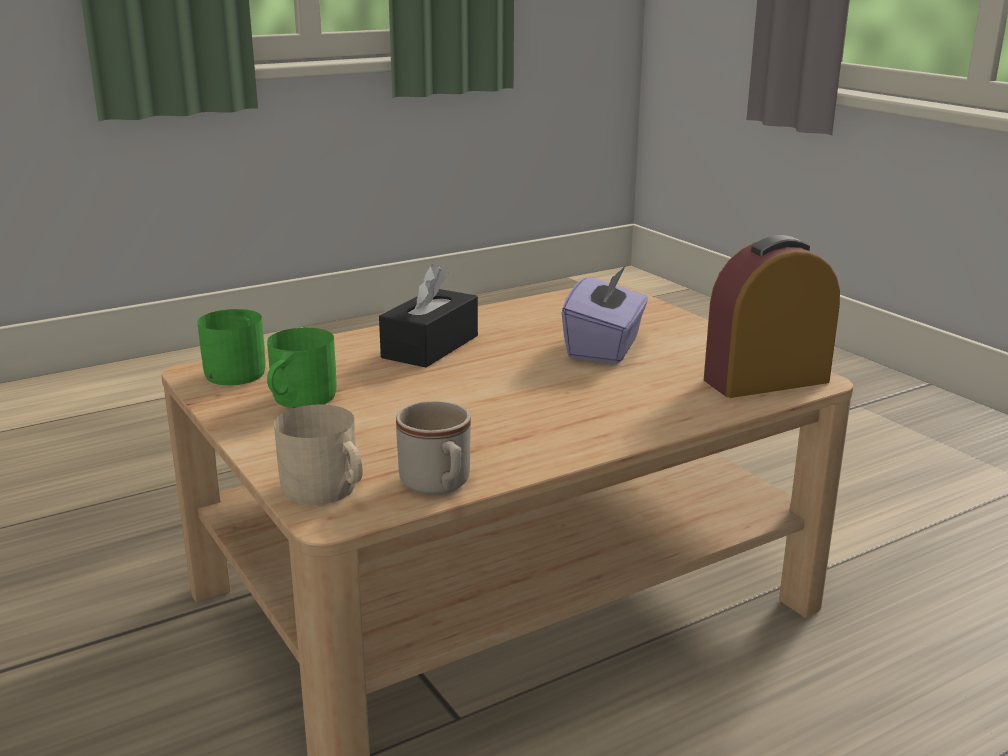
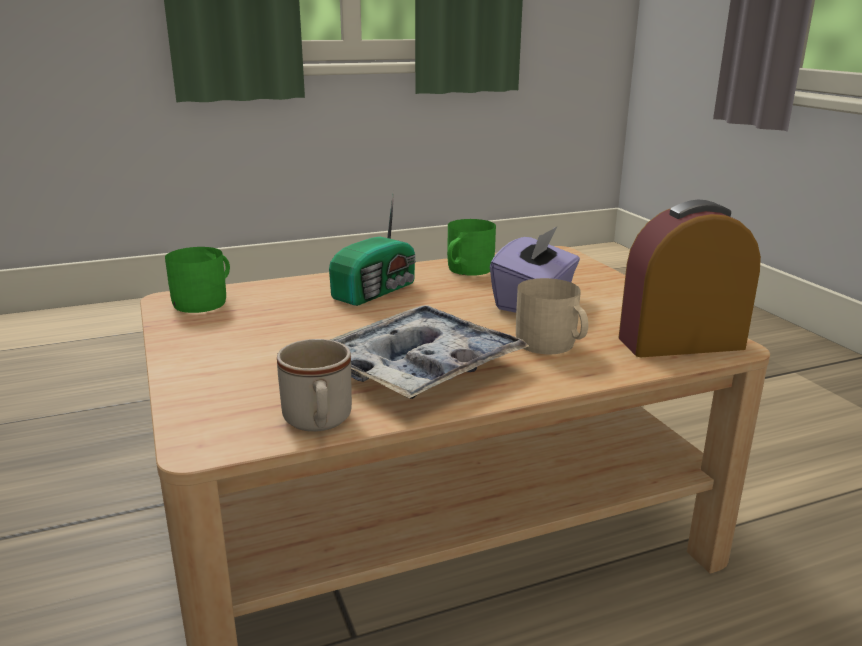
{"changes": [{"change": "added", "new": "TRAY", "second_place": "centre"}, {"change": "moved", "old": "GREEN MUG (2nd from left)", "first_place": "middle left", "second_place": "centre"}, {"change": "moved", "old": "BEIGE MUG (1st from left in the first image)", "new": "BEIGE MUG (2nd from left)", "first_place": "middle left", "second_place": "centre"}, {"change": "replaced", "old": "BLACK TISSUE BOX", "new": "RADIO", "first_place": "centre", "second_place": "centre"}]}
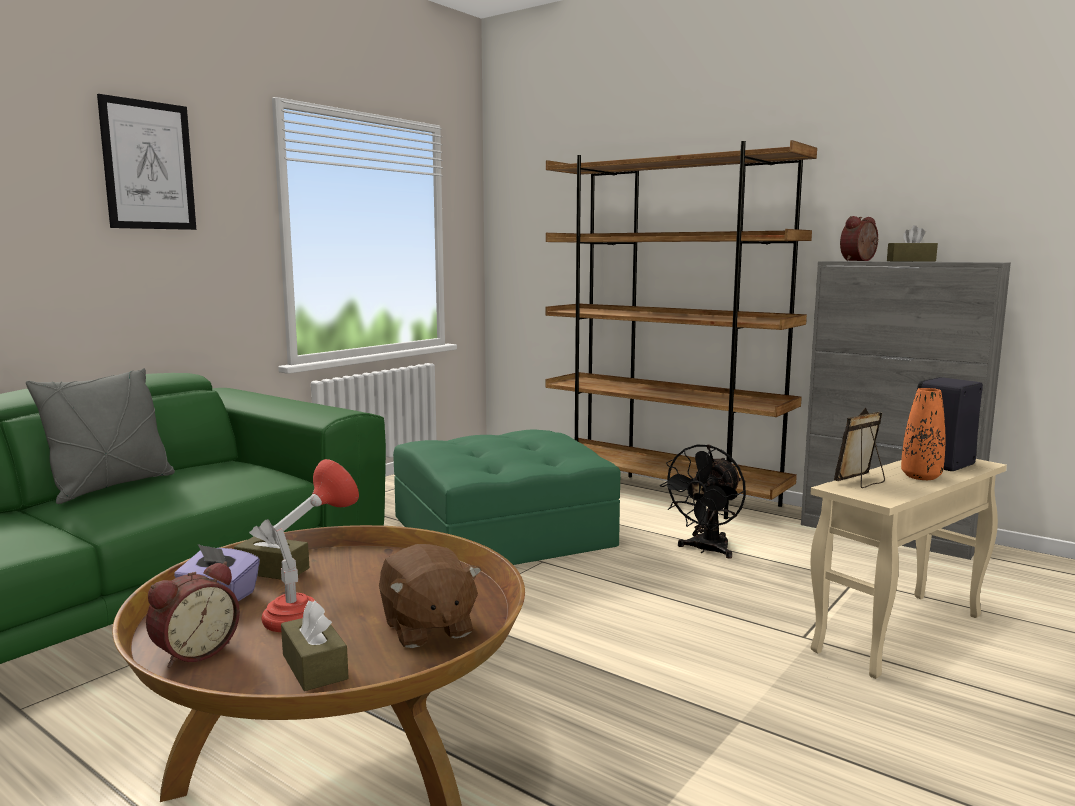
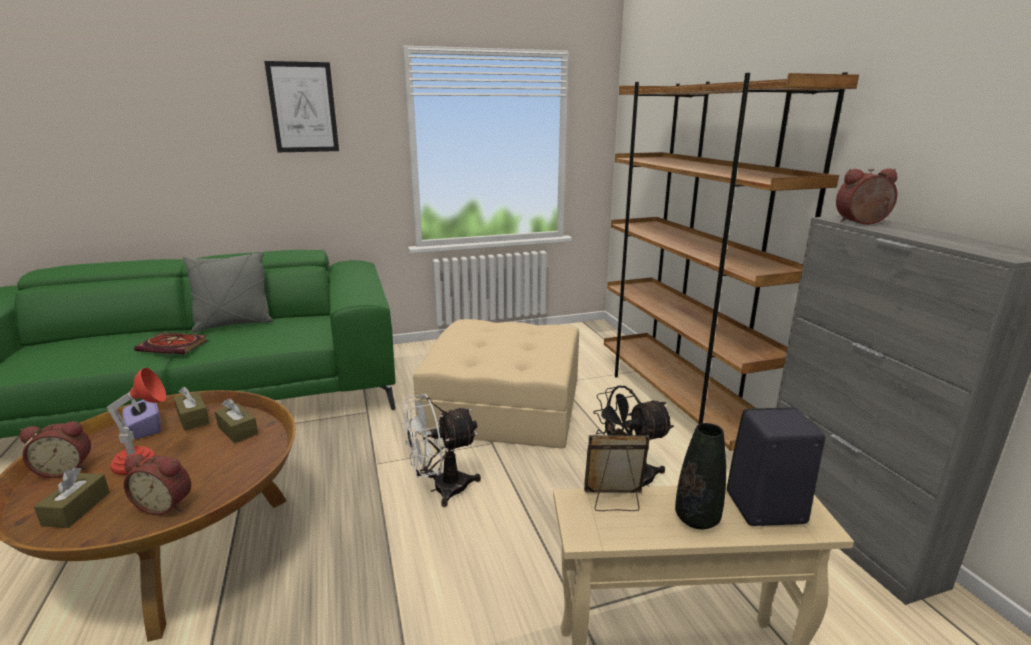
{"changes": [{"change": "added", "new": "BOOK", "second_place": "middle left"}, {"change": "added", "new": "WHITE FAN", "second_place": "bottom centre"}, {"change": "moved", "old": "BROWN TISSUE BOX (3rd from left)", "first_place": "top right", "second_place": "middle left"}, {"change": "replaced", "old": "BROWN PLUSH TOY", "new": "ALARM CLOCK (2nd from left)", "first_place": "bottom centre", "second_place": "bottom left"}, {"change": "recoloured", "old": "GREEN OTTOMAN", "new": "BEIGE OTTOMAN", "first_place": "centre", "second_place": "centre"}, {"change": "recoloured", "old": "ORANGE VASE", "new": "BLACK VASE", "first_place": "middle right", "second_place": "bottom right"}]}
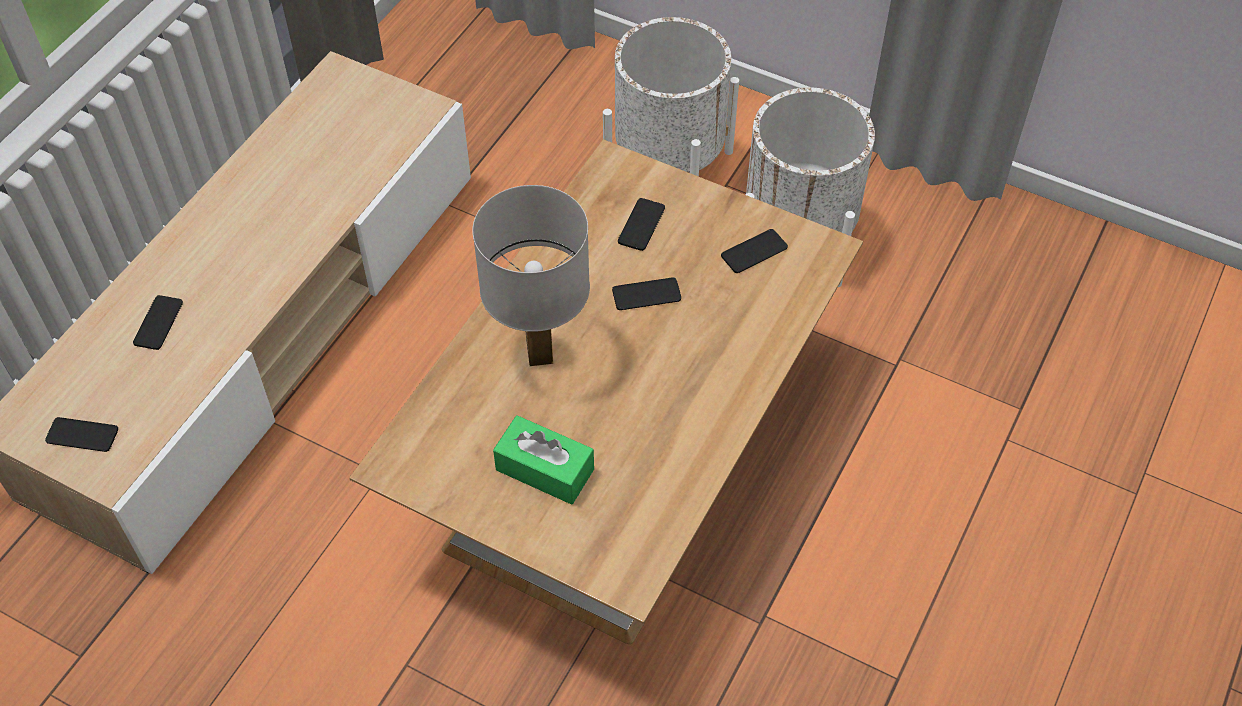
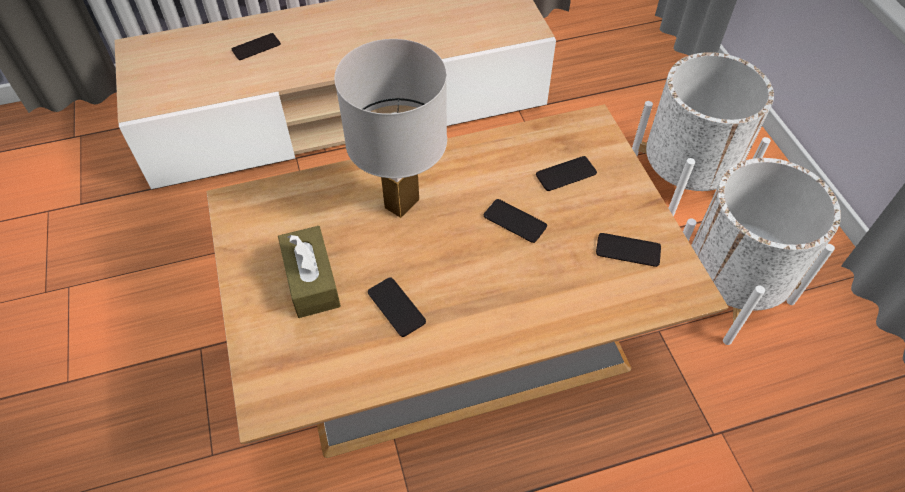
{"changes": [{"change": "moved", "old": "PHONE (1st from left in the first image)", "new": "PHONE (2nd from left)", "first_place": "middle left", "second_place": "centre"}, {"change": "recoloured", "old": "GREEN TISSUE BOX", "new": "BROWN TISSUE BOX", "first_place": "centre", "second_place": "centre"}]}
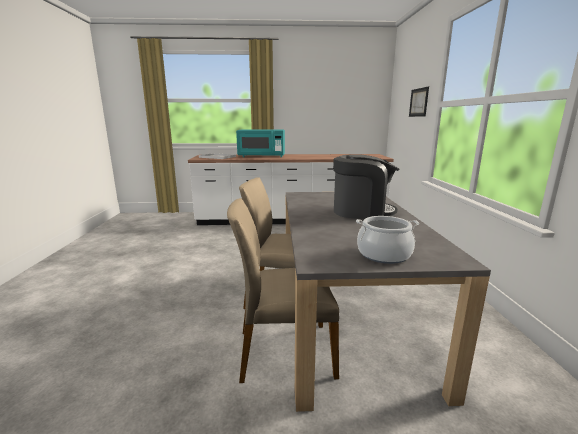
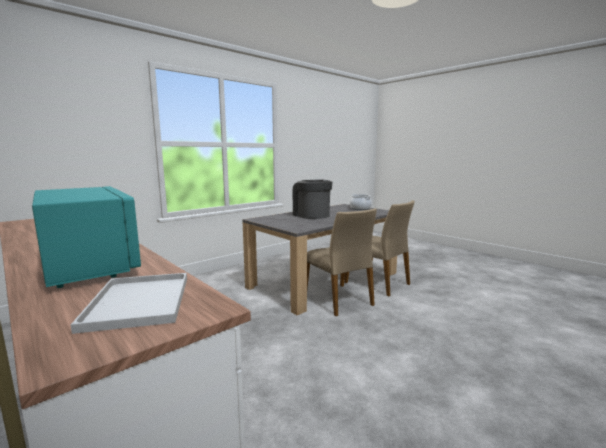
{"changes": [{"change": "removed", "old": "PICTURE", "first_place": "top right"}]}
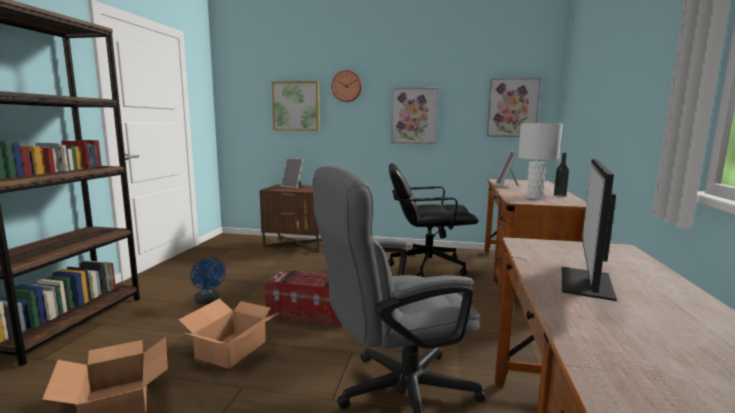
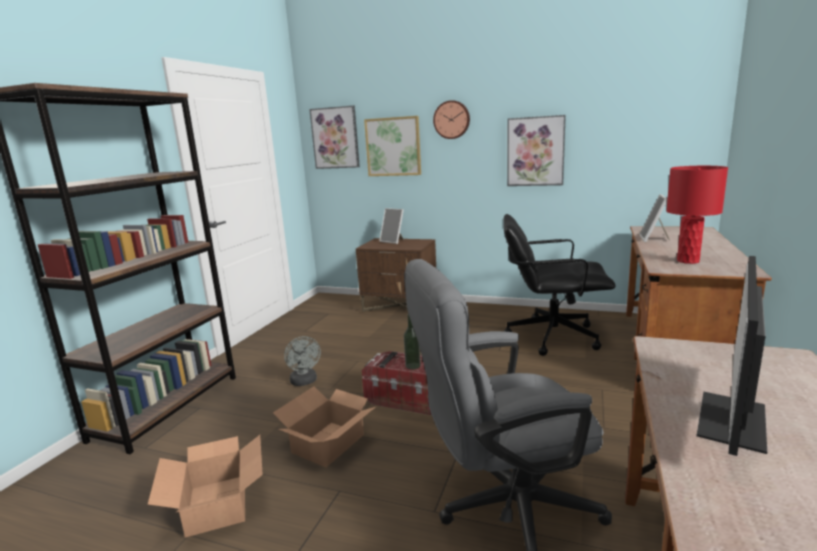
{"changes": [{"change": "moved", "old": "PICTURE (3rd from left in the first image)", "new": "PICTURE (1st from left)", "first_place": "top right", "second_place": "top centre"}, {"change": "moved", "old": "BOTTLE", "first_place": "middle right", "second_place": "centre"}, {"change": "recoloured", "old": "BLUE FAN", "new": "GREY FAN", "first_place": "bottom left", "second_place": "centre"}, {"change": "recoloured", "old": "WHITE TABLE LAMP", "new": "RED TABLE LAMP", "first_place": "middle right", "second_place": "middle right"}]}
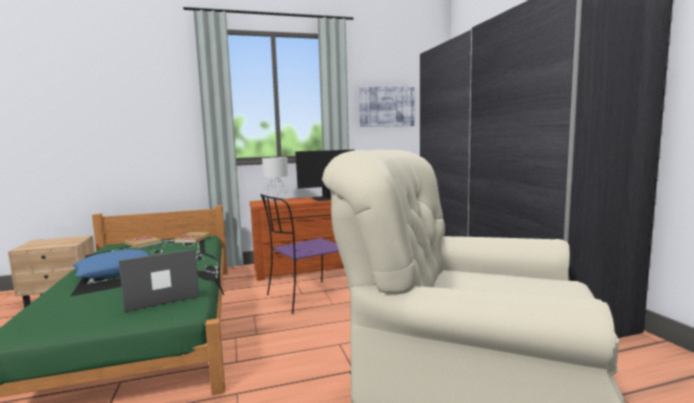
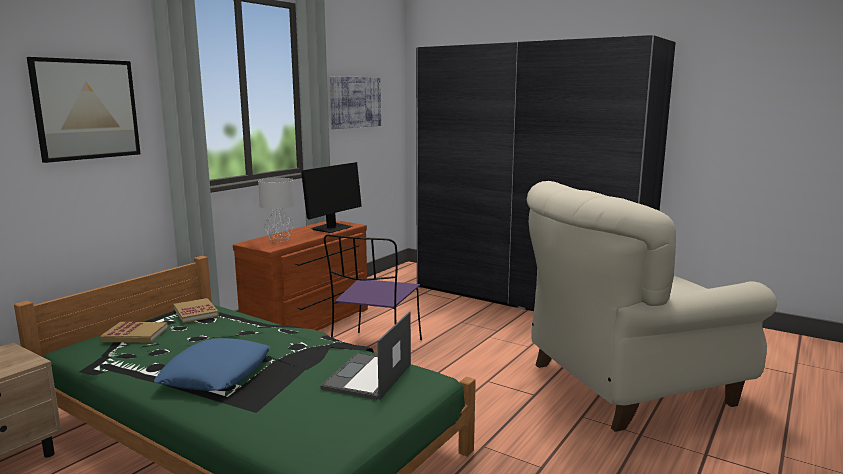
{"changes": [{"change": "added", "new": "PICTURE (1st from left)", "second_place": "top left"}]}
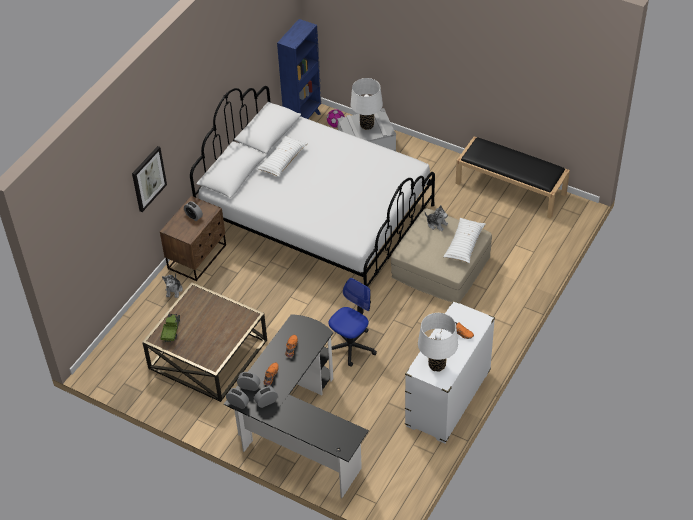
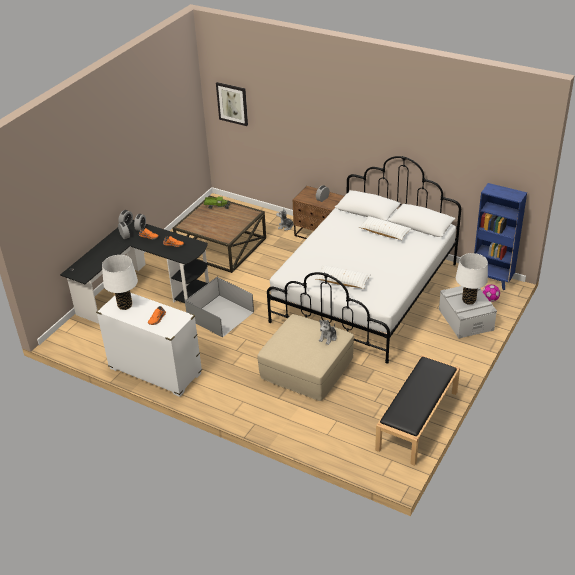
{"changes": [{"change": "moved", "old": "PICTURE", "first_place": "middle left", "second_place": "top centre"}, {"change": "moved", "old": "WHITE PILLOW (2nd from left in the first image)", "new": "WHITE PILLOW (1st from left)", "first_place": "middle right", "second_place": "centre"}, {"change": "replaced", "old": "OFFICE CHAIR", "new": "GREY STORAGE BOX (1st from left)", "first_place": "centre", "second_place": "centre"}]}
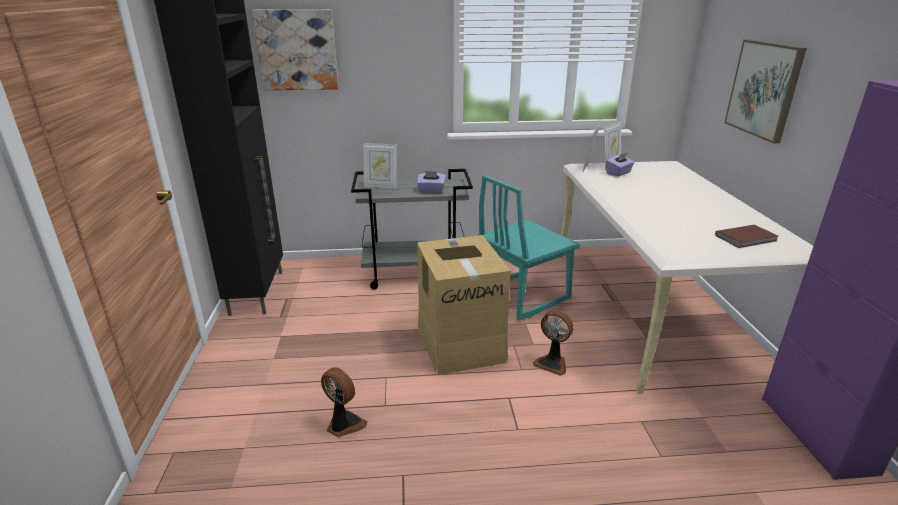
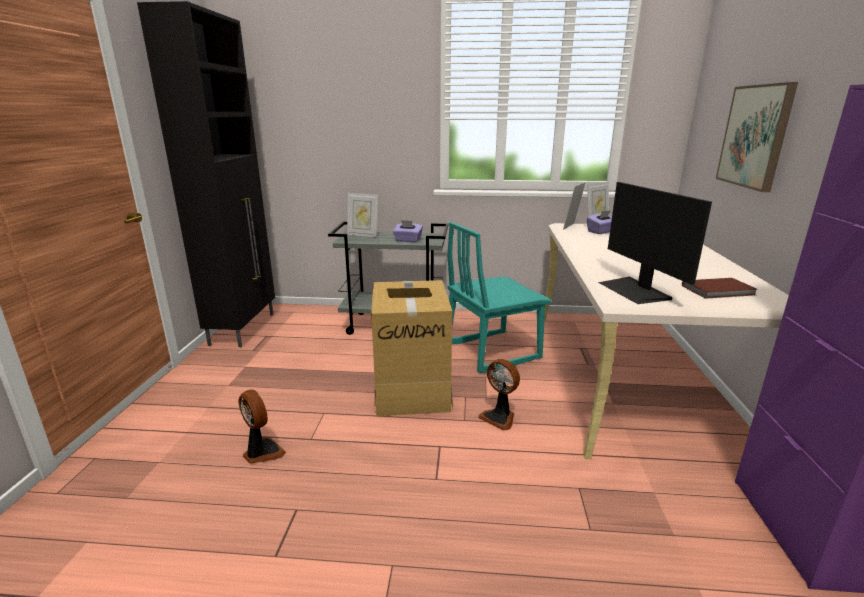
{"changes": [{"change": "removed", "old": "PICTURE (1st from left)", "first_place": "top left"}, {"change": "added", "new": "MONITOR", "second_place": "middle right"}]}
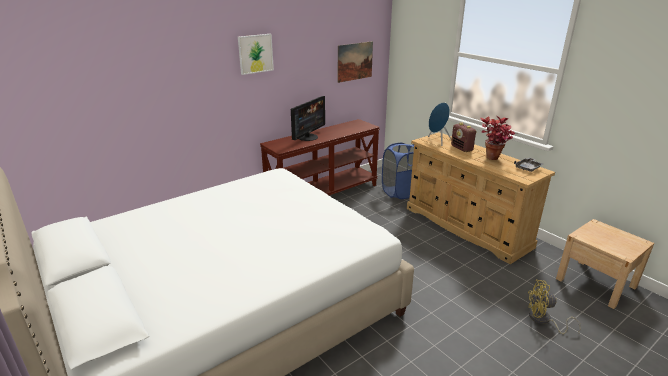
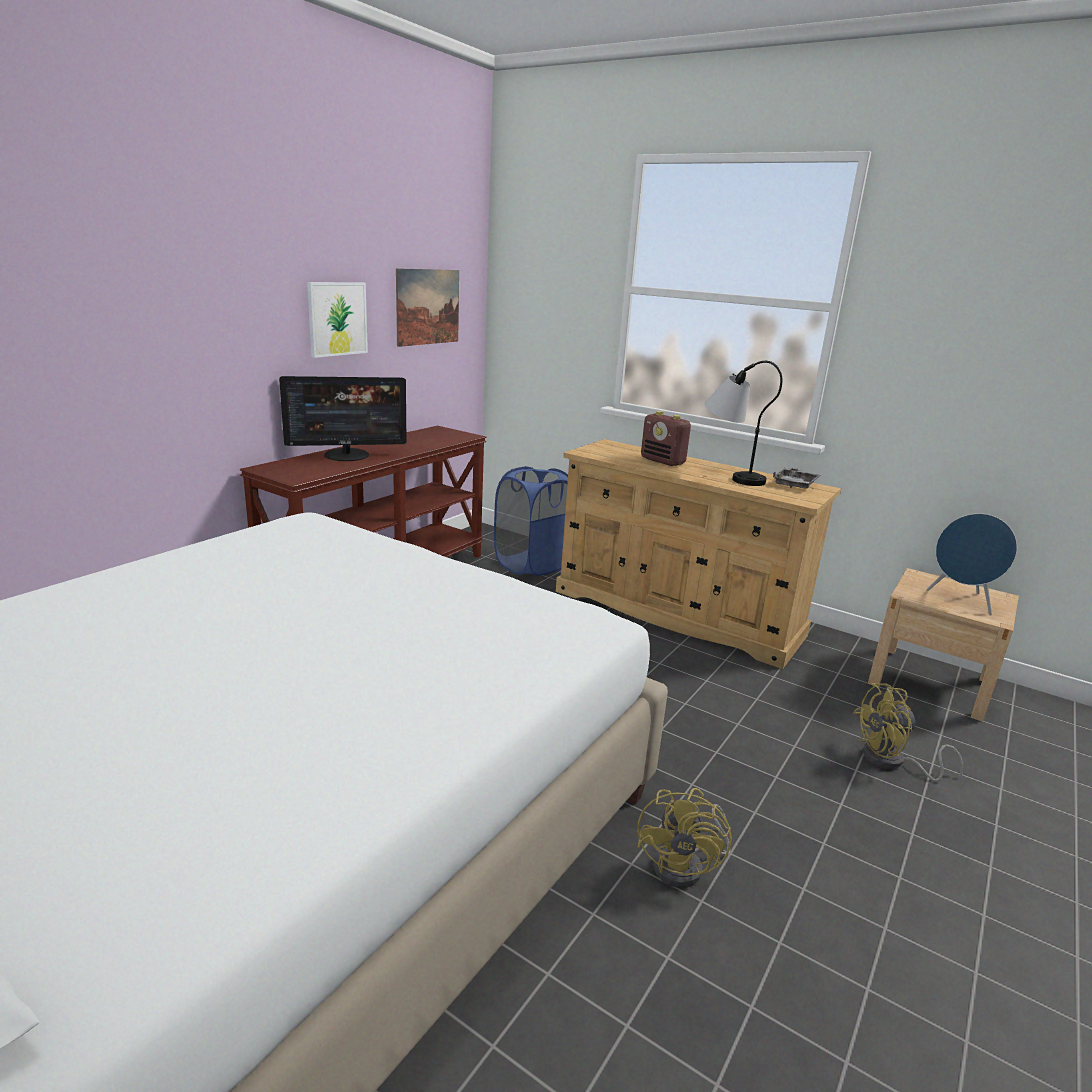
{"changes": [{"change": "added", "new": "YELLOW FAN (1st from left)", "second_place": "bottom centre"}, {"change": "moved", "old": "PICTURE (1st from left)", "first_place": "top centre", "second_place": "top left"}, {"change": "moved", "old": "BLUE SPEAKER", "first_place": "top centre", "second_place": "middle right"}, {"change": "replaced", "old": "POTTED PLANT", "new": "TABLE LAMP", "first_place": "middle right", "second_place": "middle right"}, {"change": "turned", "old": "MONITOR", "first_place": "top centre", "second_place": "middle left", "degrees": 60}]}
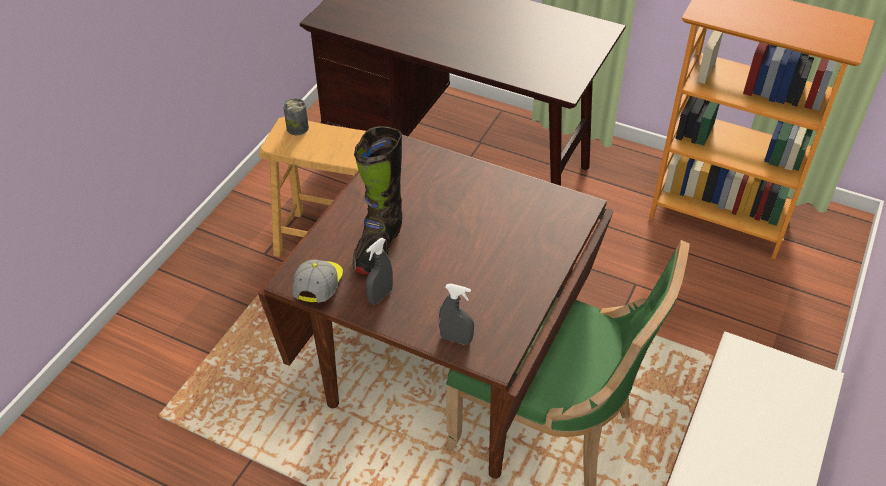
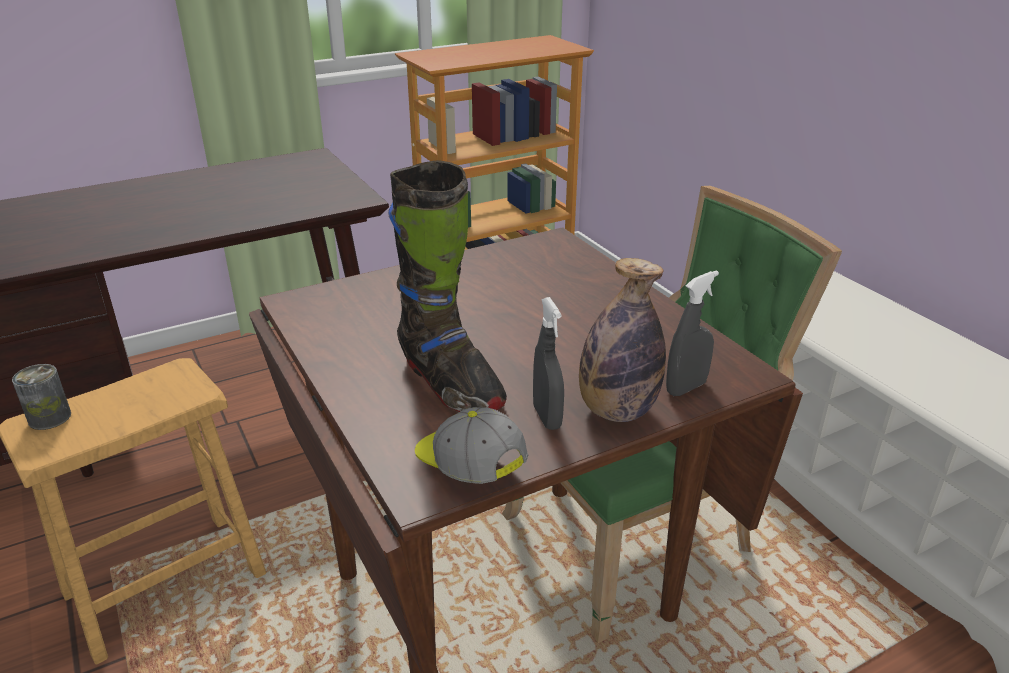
{"changes": [{"change": "added", "new": "BOTTLE", "second_place": "centre"}]}
